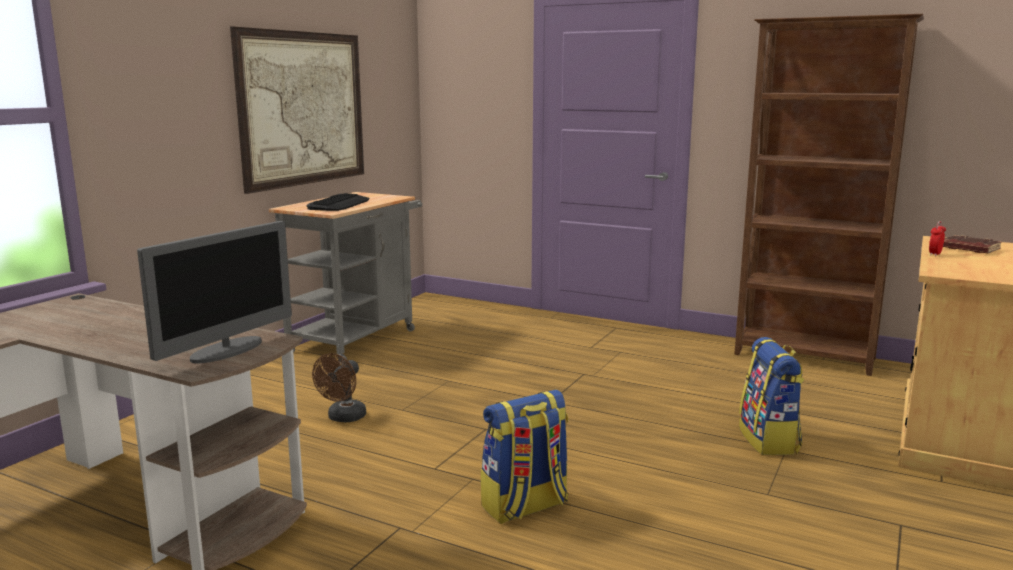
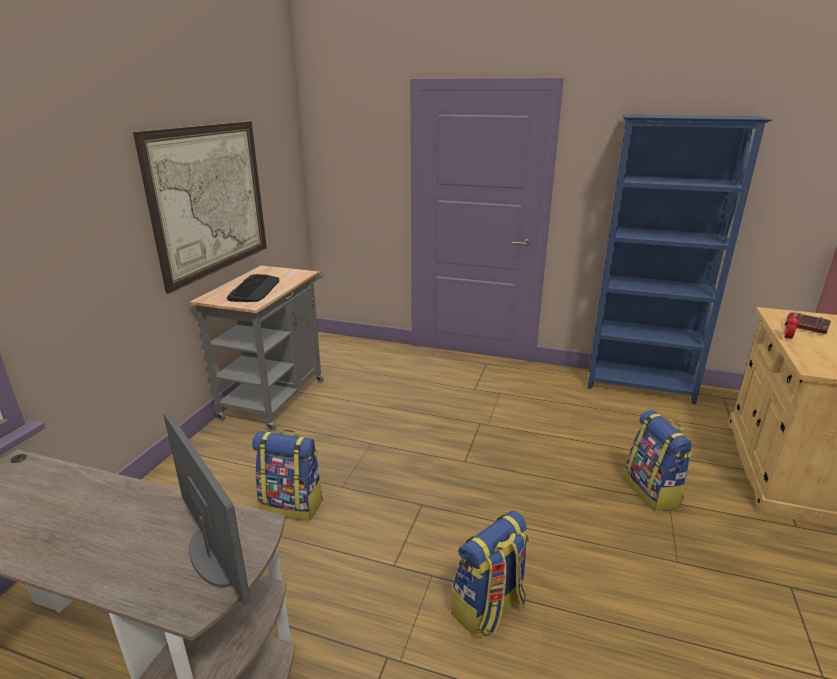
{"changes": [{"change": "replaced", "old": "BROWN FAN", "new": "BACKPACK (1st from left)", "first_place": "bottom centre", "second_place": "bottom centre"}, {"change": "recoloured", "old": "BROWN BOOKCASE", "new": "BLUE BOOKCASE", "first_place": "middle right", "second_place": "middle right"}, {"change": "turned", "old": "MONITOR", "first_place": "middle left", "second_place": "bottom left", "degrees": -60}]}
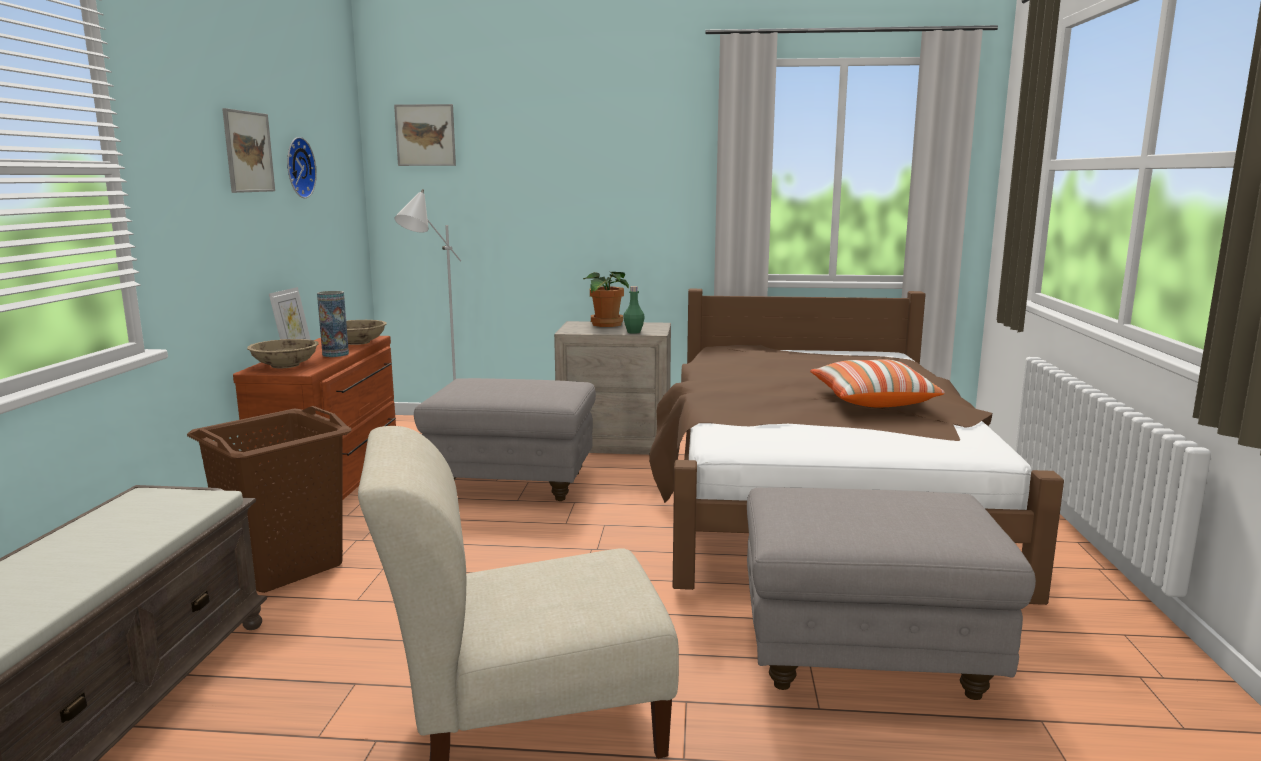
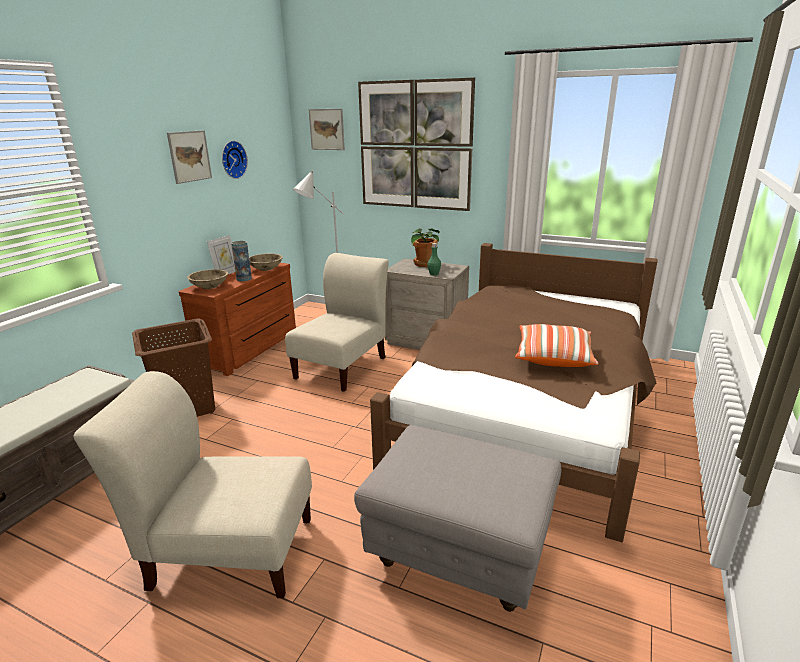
{"changes": [{"change": "added", "new": "PICTURE (3rd from left)", "second_place": "top centre"}, {"change": "replaced", "old": "GREY OTTOMAN (1st from left)", "new": "BEIGE CHAIR (2nd from left)", "first_place": "centre", "second_place": "centre"}]}
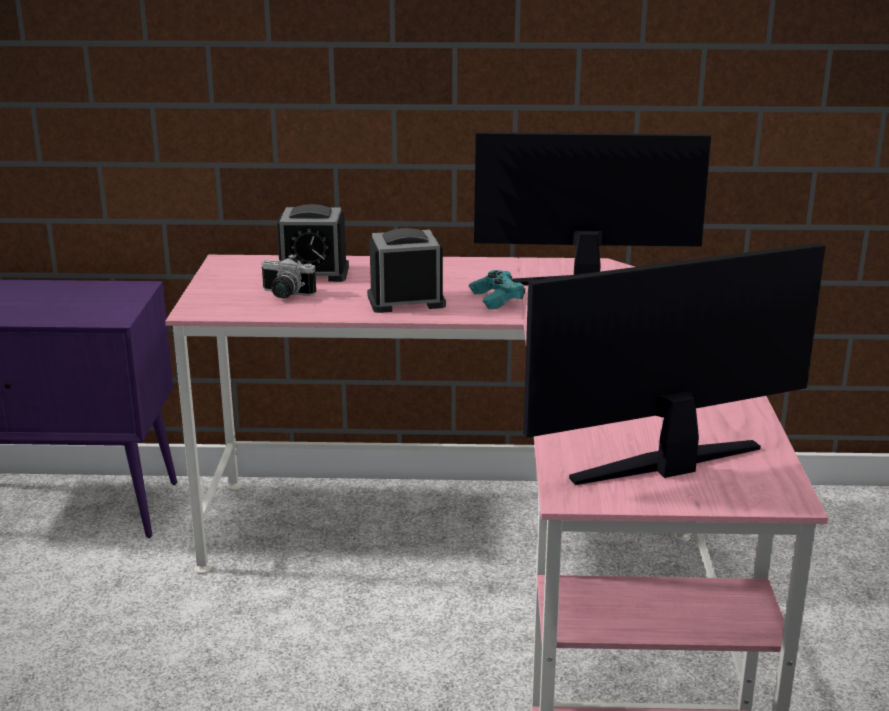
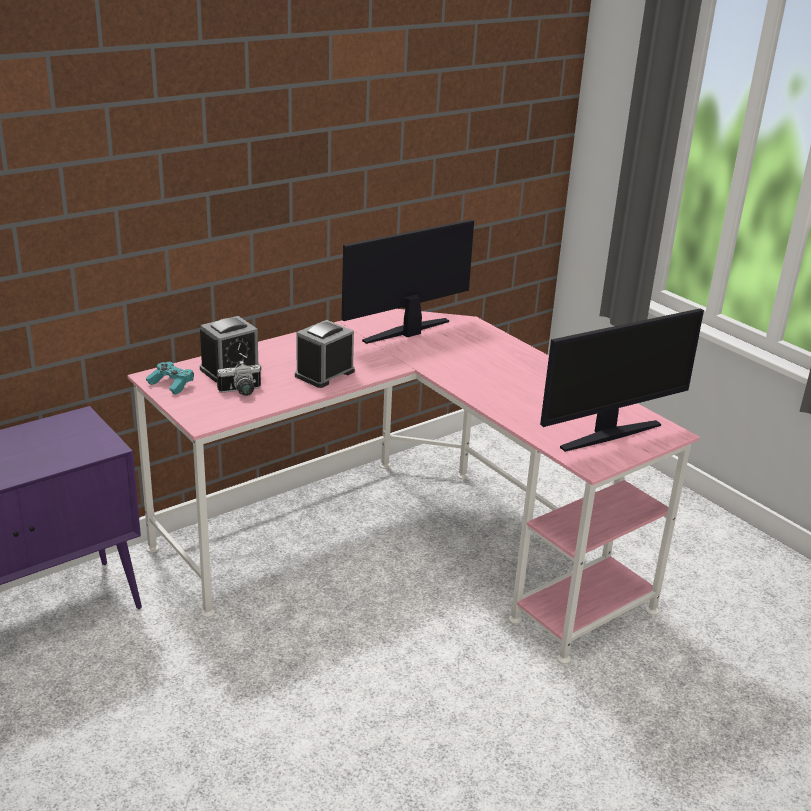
{"changes": [{"change": "moved", "old": "TURQUOISE GAME CONTROLLER", "first_place": "centre", "second_place": "middle left"}, {"change": "turned", "old": "MONITOR (2nd from left)", "first_place": "middle right", "second_place": "middle right", "degrees": -150}]}
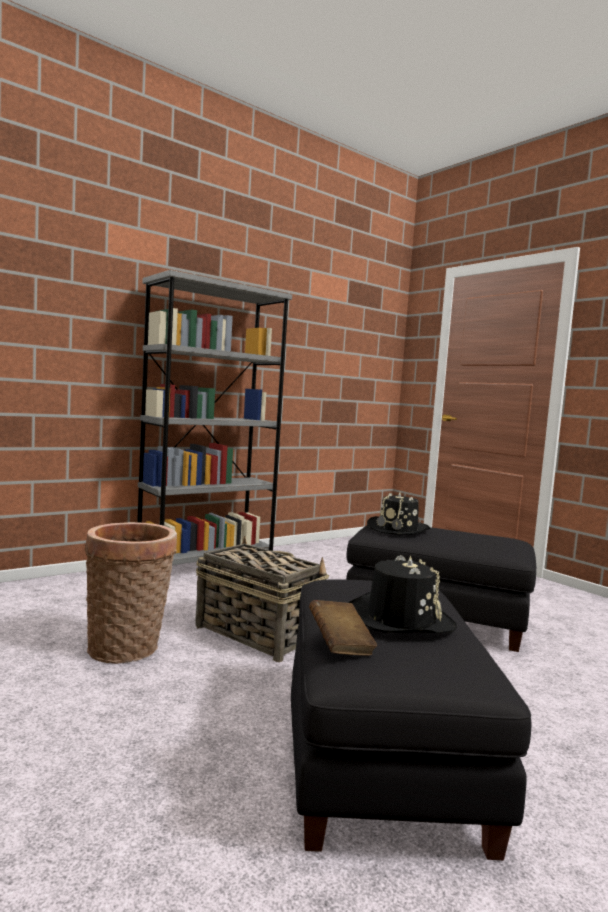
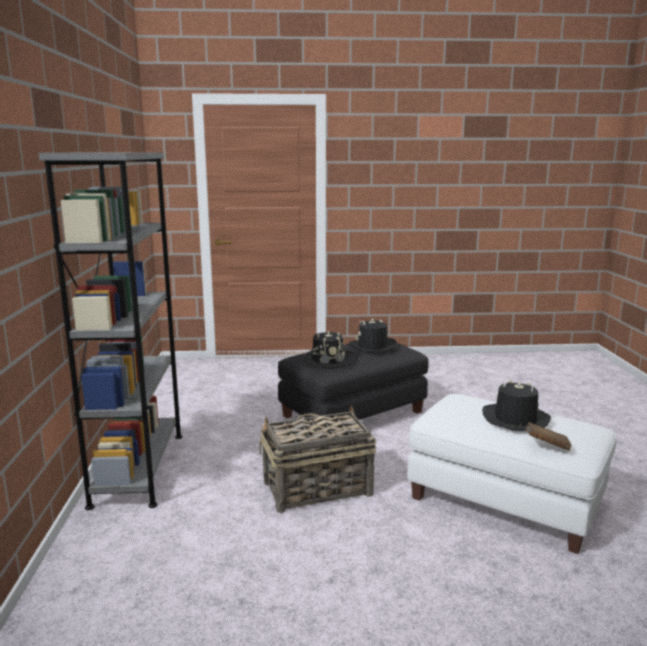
{"changes": [{"change": "removed", "old": "BASKET (1st from left)", "first_place": "middle left"}, {"change": "added", "new": "BLACK HAT (2nd from left)", "second_place": "centre"}, {"change": "recoloured", "old": "BLACK OTTOMAN (1st from left)", "new": "WHITE OTTOMAN", "first_place": "bottom right", "second_place": "bottom right"}]}
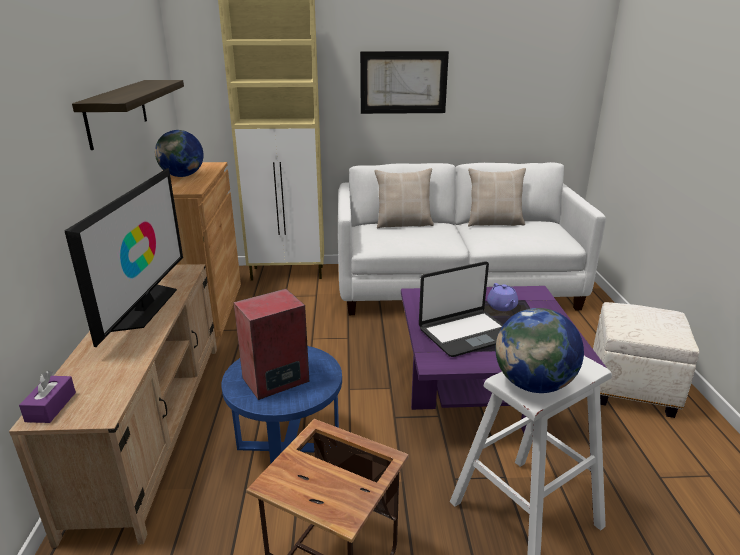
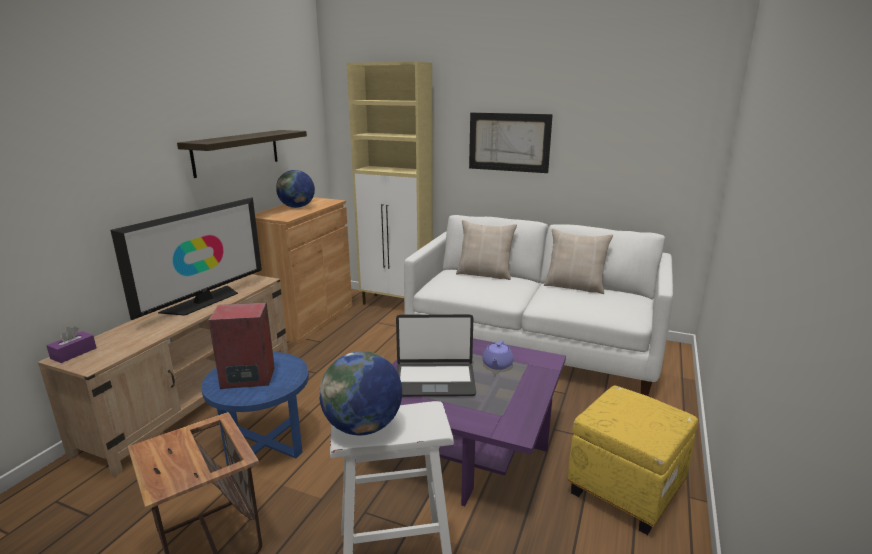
{"changes": [{"change": "recoloured", "old": "WHITE OTTOMAN", "new": "YELLOW OTTOMAN", "first_place": "middle right", "second_place": "bottom right"}]}
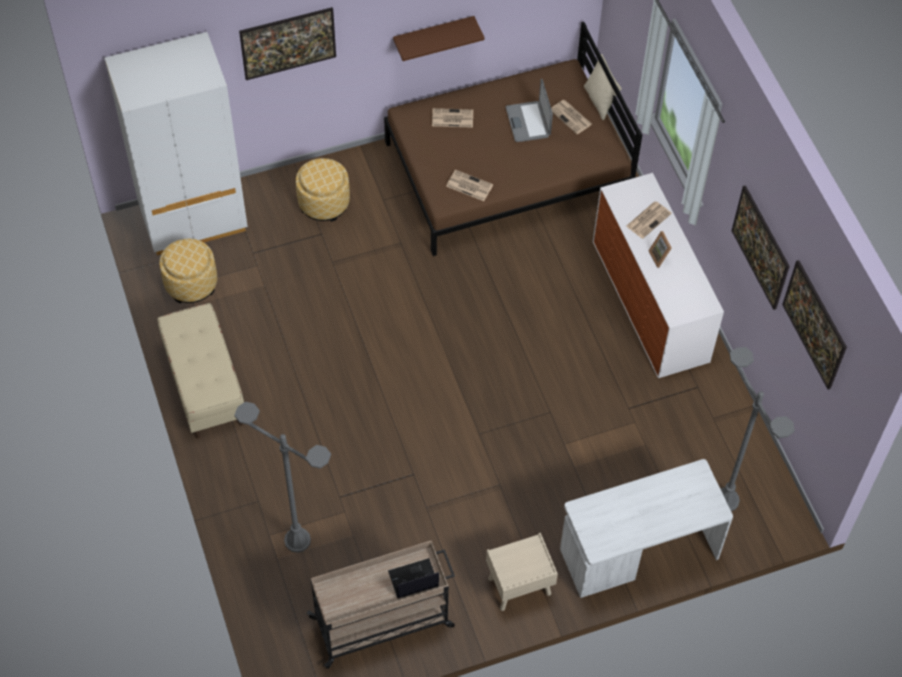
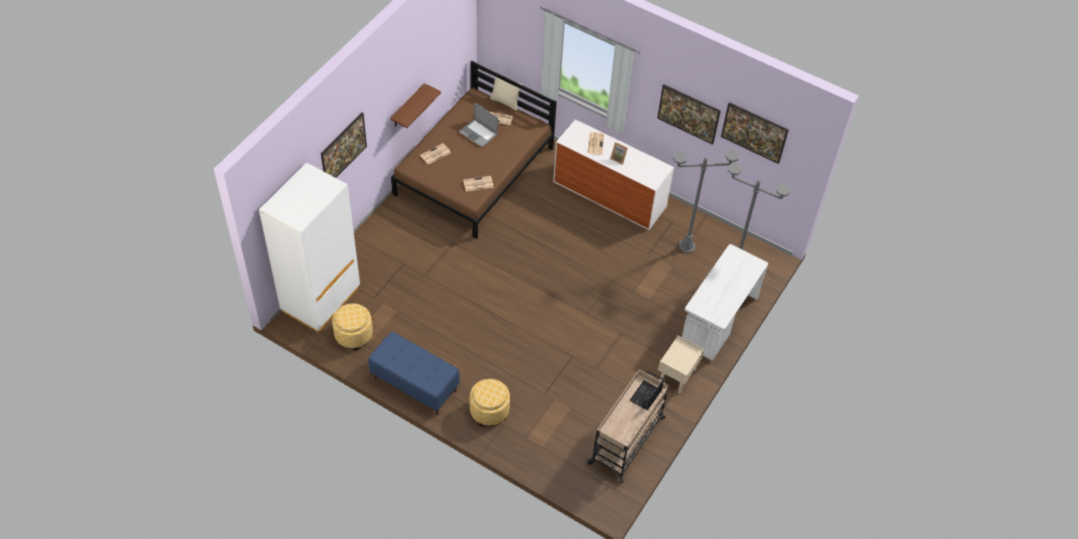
{"changes": [{"change": "moved", "old": "GREY FLOOR LAMP (1st from left)", "first_place": "bottom left", "second_place": "centre"}, {"change": "moved", "old": "OTTOMAN (2nd from left)", "first_place": "top centre", "second_place": "bottom centre"}, {"change": "recoloured", "old": "BEIGE BENCH", "new": "BLUE BENCH", "first_place": "middle left", "second_place": "bottom centre"}]}
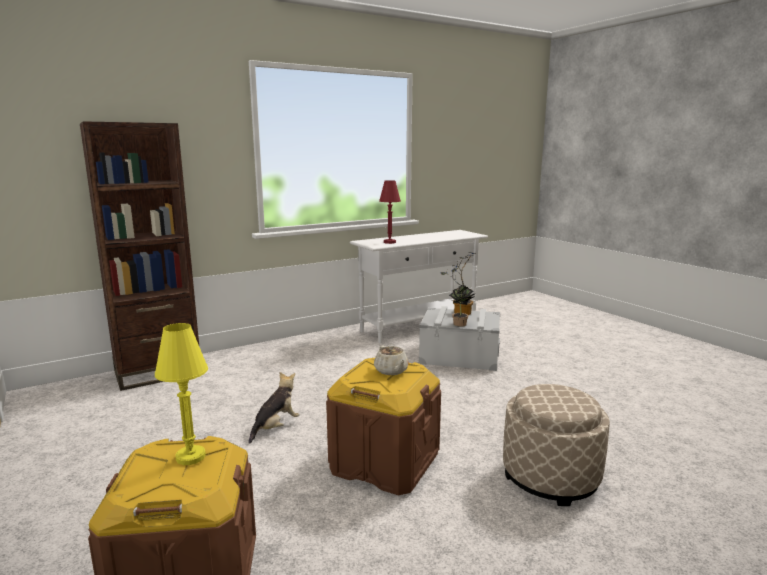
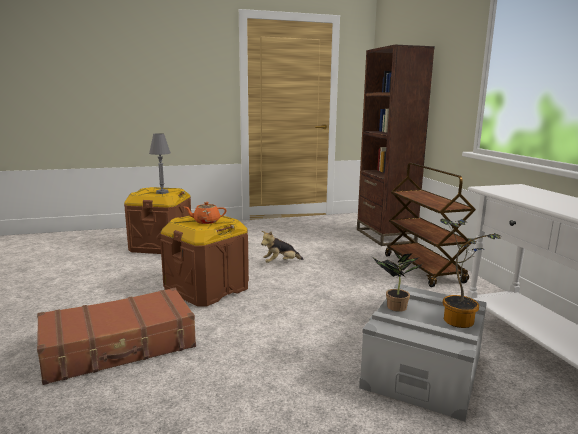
{"changes": [{"change": "removed", "old": "RED TABLE LAMP", "first_place": "centre"}, {"change": "added", "new": "BROWN CART", "second_place": "middle right"}, {"change": "replaced", "old": "BEIGE OTTOMAN", "new": "BROWN SUITCASE", "first_place": "bottom right", "second_place": "bottom left"}, {"change": "recoloured", "old": "YELLOW TABLE LAMP", "new": "GREY TABLE LAMP", "first_place": "bottom left", "second_place": "middle left"}, {"change": "recoloured", "old": "BEIGE TEAPOT", "new": "ORANGE TEAPOT", "first_place": "centre", "second_place": "centre"}, {"change": "turned", "old": "PLUSH TOY", "first_place": "bottom centre", "second_place": "centre", "degrees": 105}]}
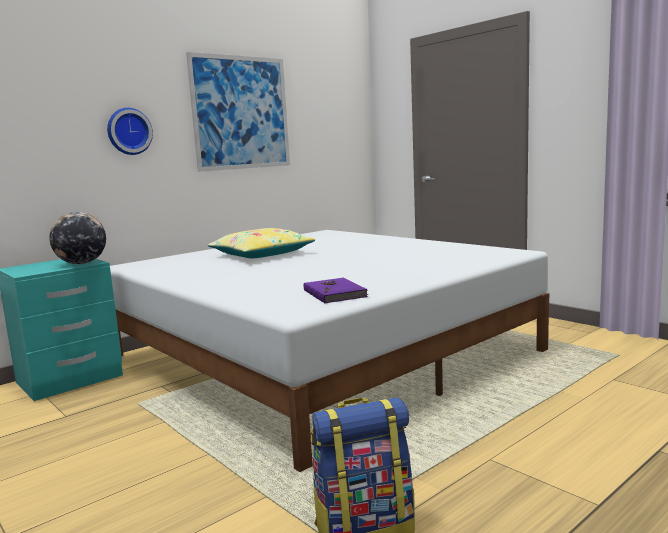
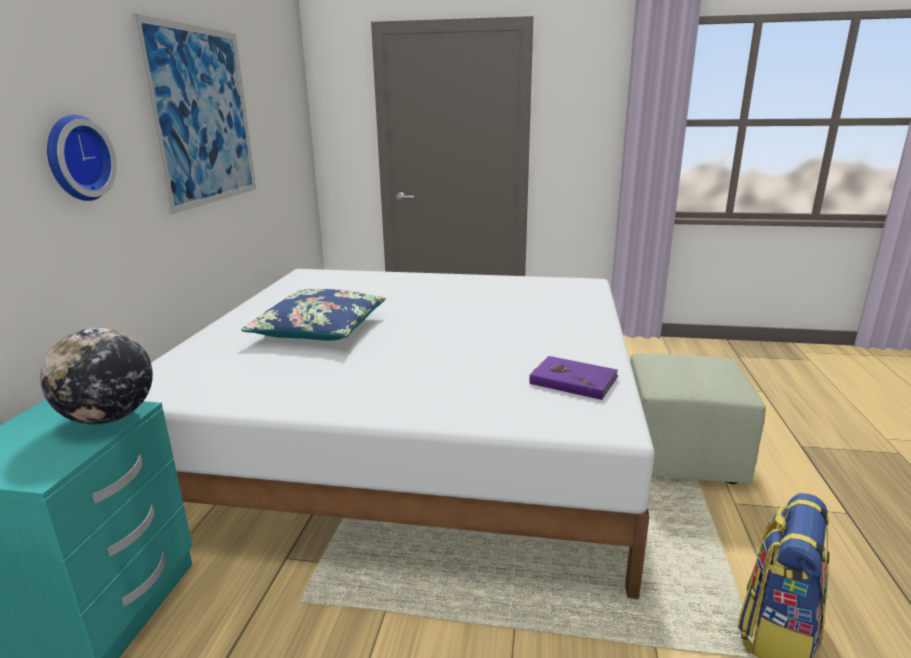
{"changes": [{"change": "added", "new": "GREEN OTTOMAN", "second_place": "middle right"}, {"change": "recoloured", "old": "YELLOW PILLOW", "new": "BLUE PILLOW", "first_place": "centre", "second_place": "centre"}]}
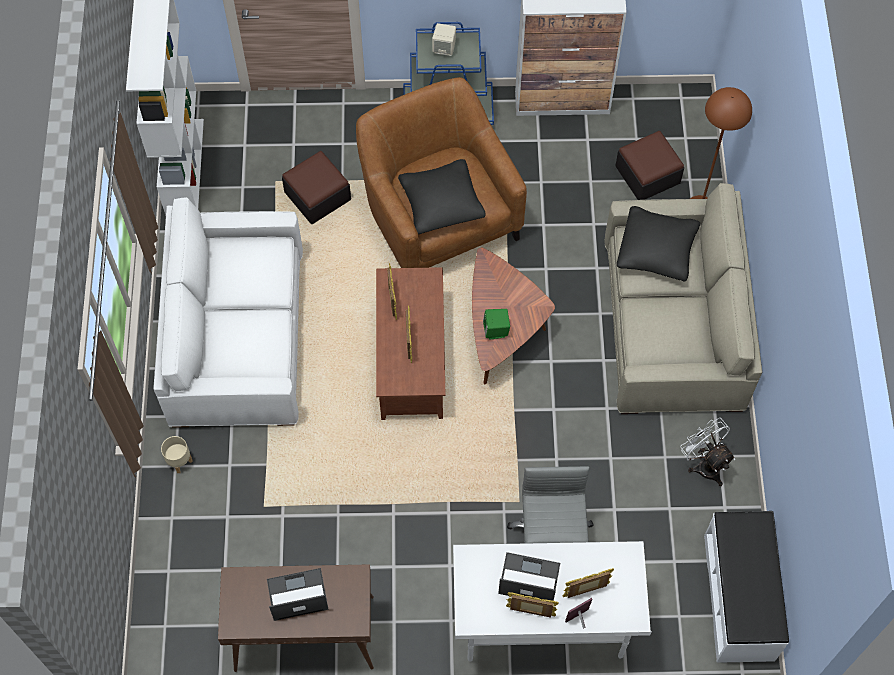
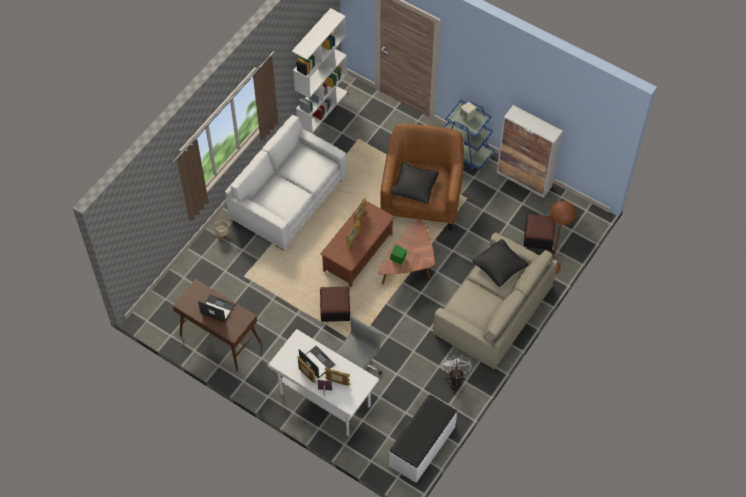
{"changes": [{"change": "moved", "old": "OTTOMAN (1st from left)", "first_place": "top centre", "second_place": "centre"}]}
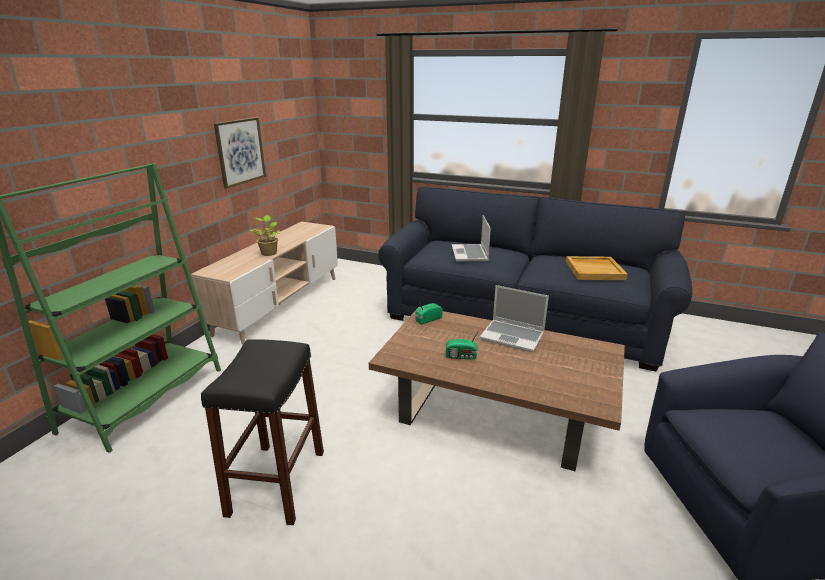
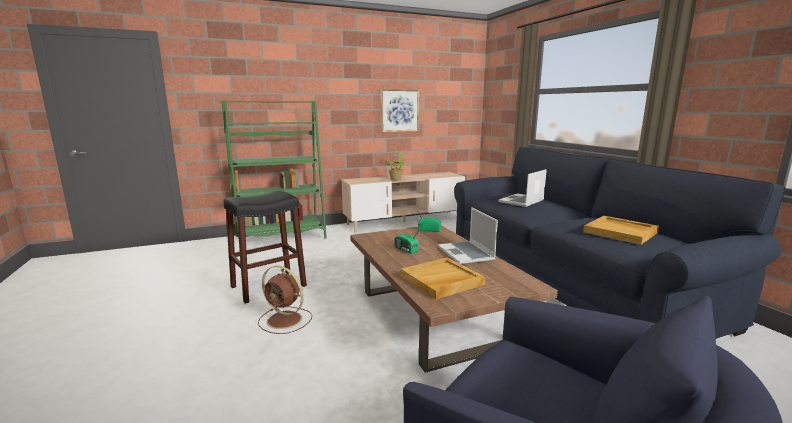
{"changes": [{"change": "added", "new": "BROWN FAN", "second_place": "bottom centre"}, {"change": "added", "new": "BEIGE TRAY (1st from left)", "second_place": "centre"}]}
